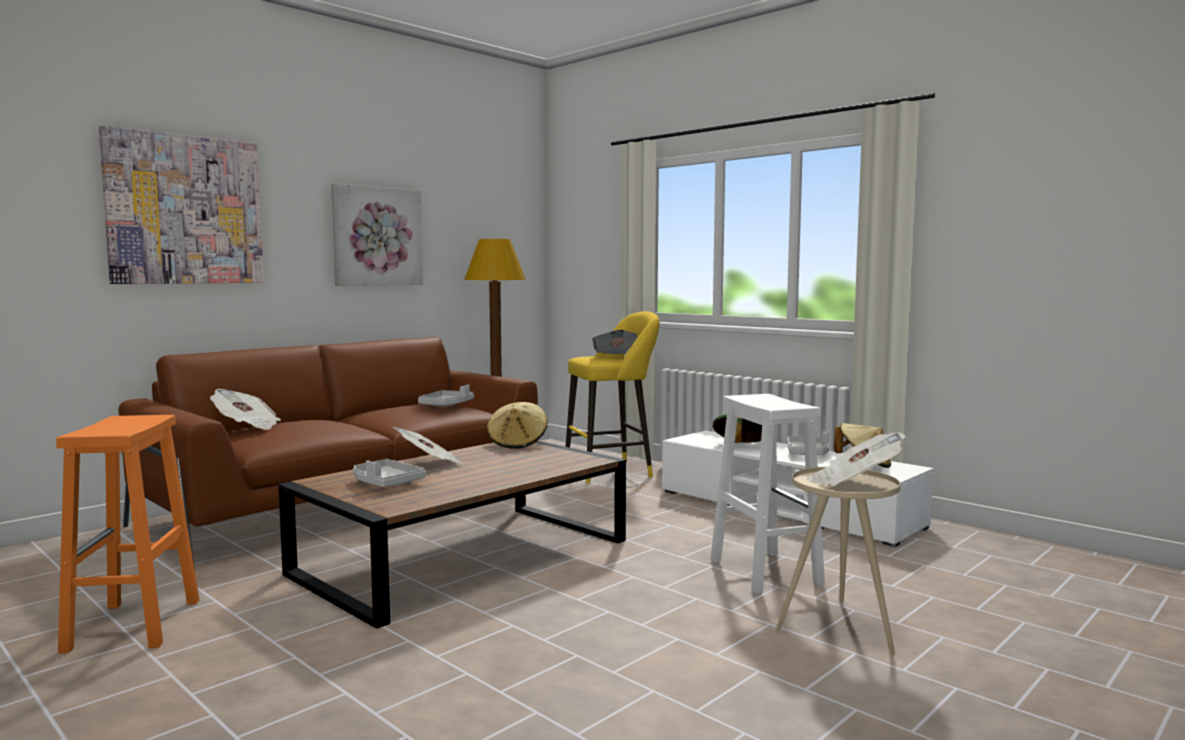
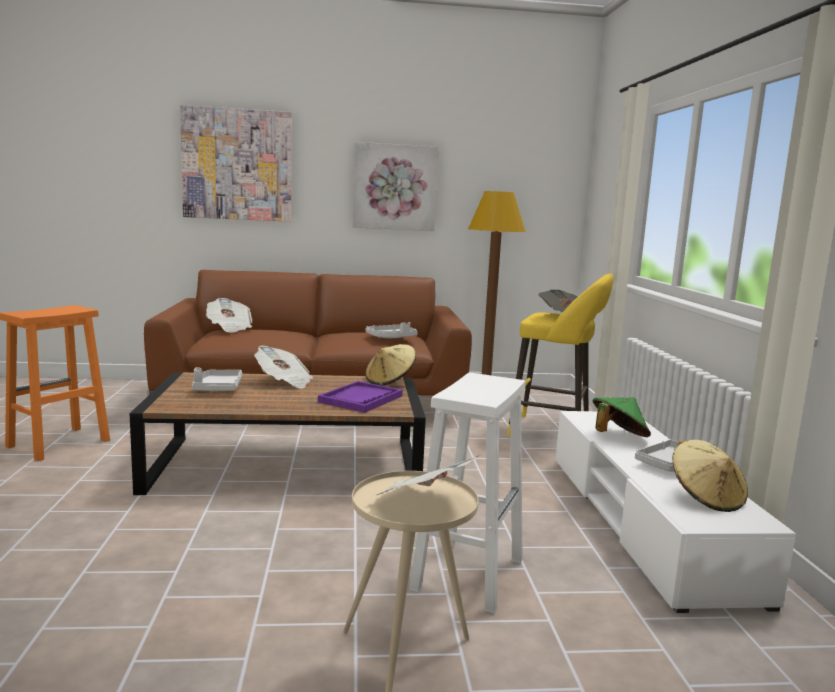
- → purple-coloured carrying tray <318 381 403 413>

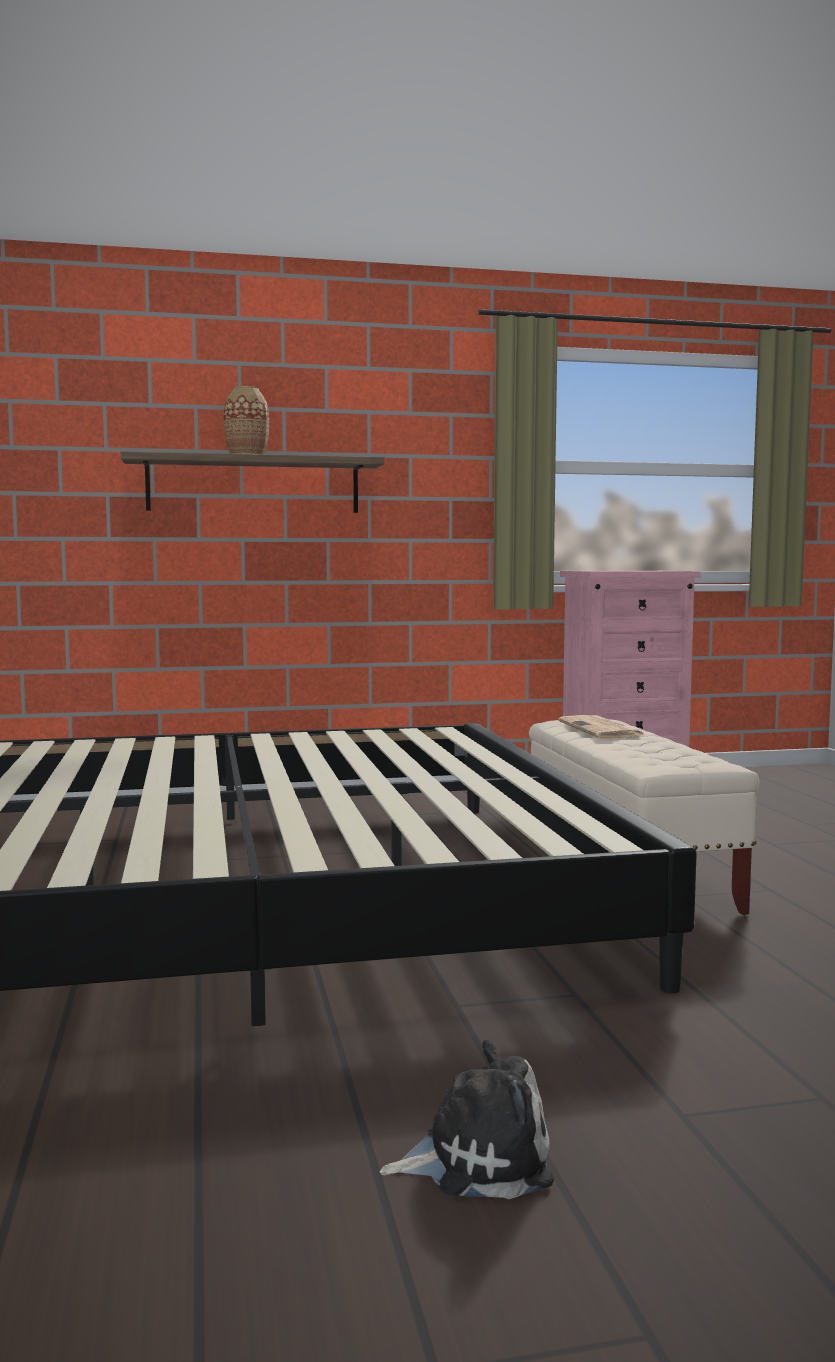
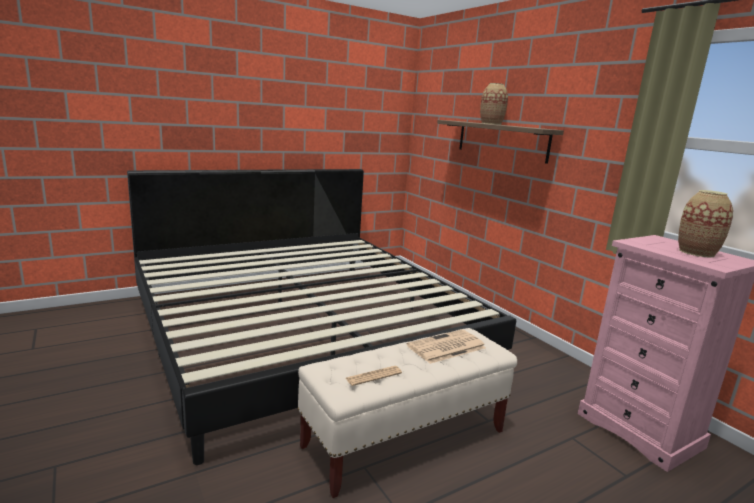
plush toy <379 1039 554 1199> → -
- → decorative vase <678 190 733 257>
- → daily paper <345 366 402 386>

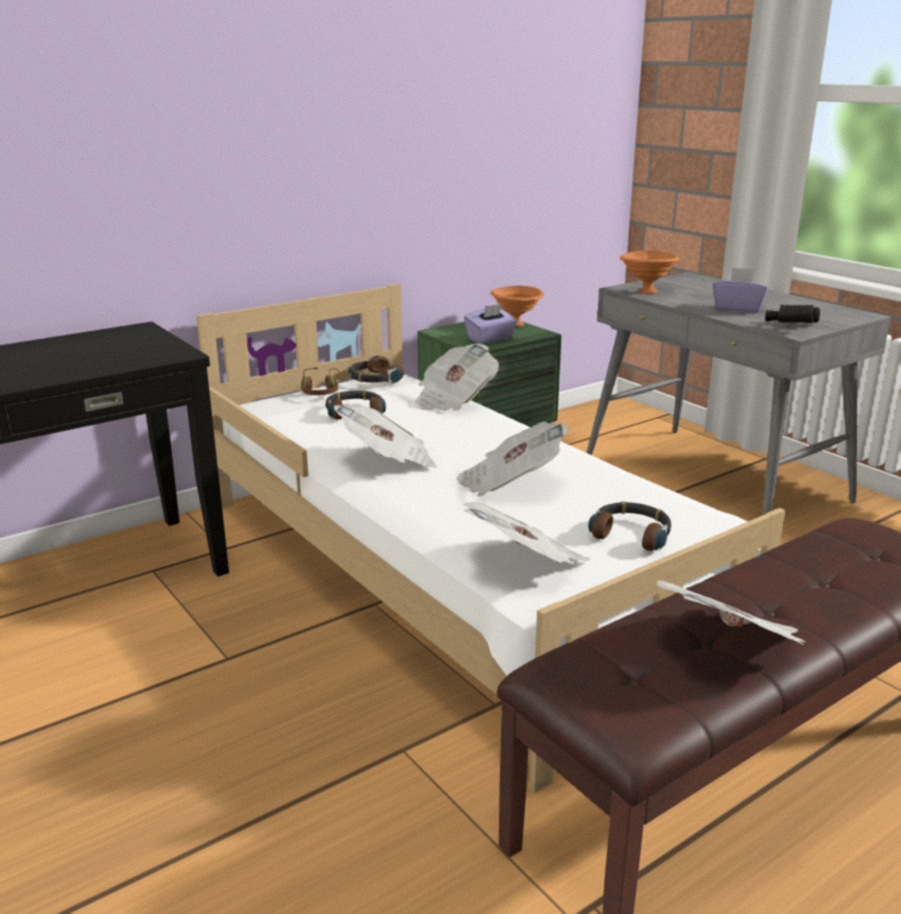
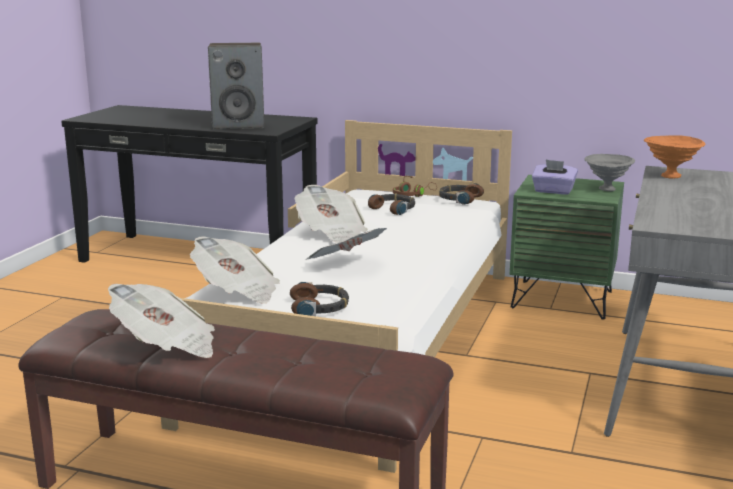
purple-coloured box of tissues <713 267 767 313> → -
orange-coloured bowl <490 286 544 327> → gray bowl <584 154 635 191>
black pair of binoculars <765 305 820 323> → -
daily paper <413 343 499 411> → -
- → speaker <208 43 264 129>

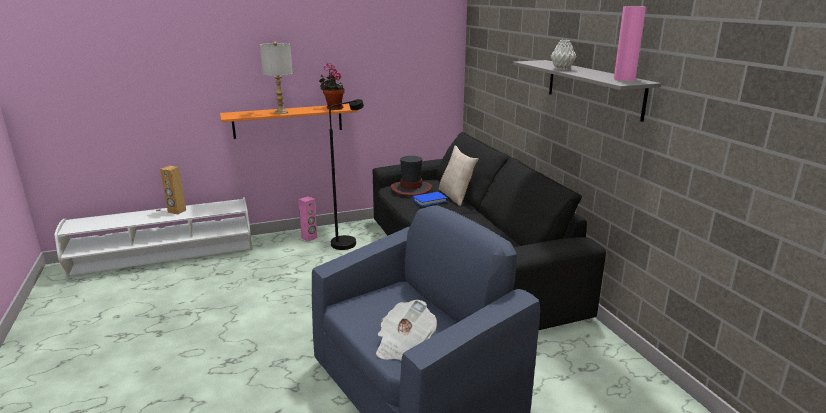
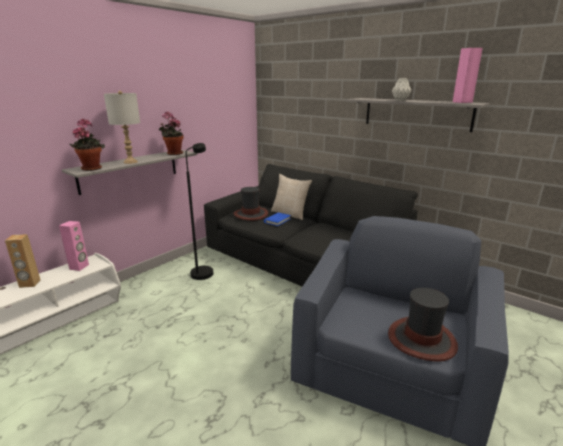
orange-coloured bracket shelf <220 104 358 139> → gray bracket shelf <62 150 197 195>
pink speaker <298 196 317 241> → pink speaker <59 221 89 271>, move
daily paper <376 300 437 360> → wearable hat <388 288 458 362>
- → plant in a pot <69 118 105 171>

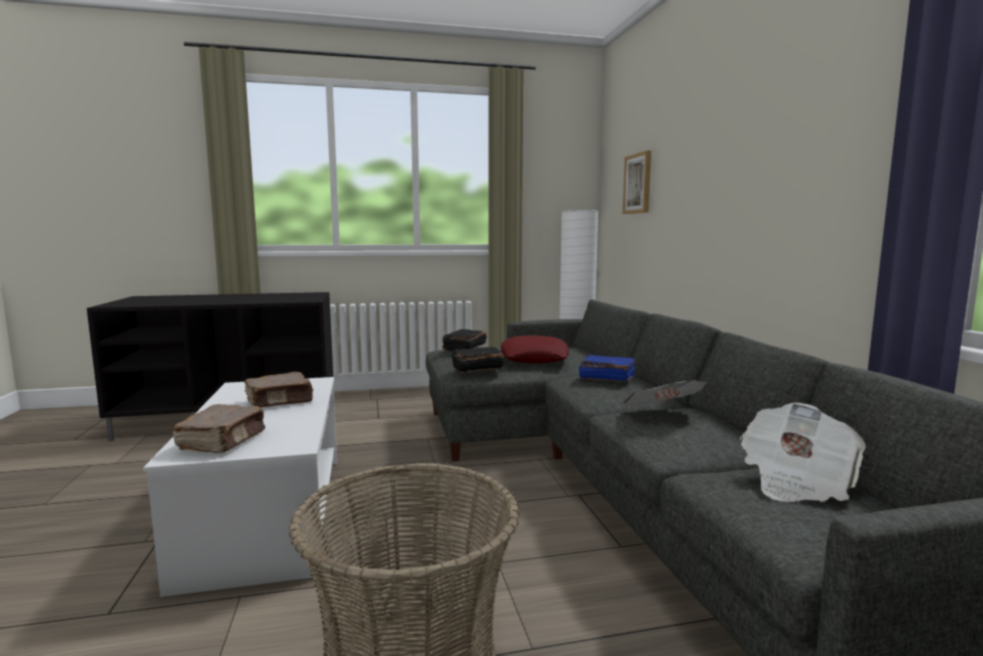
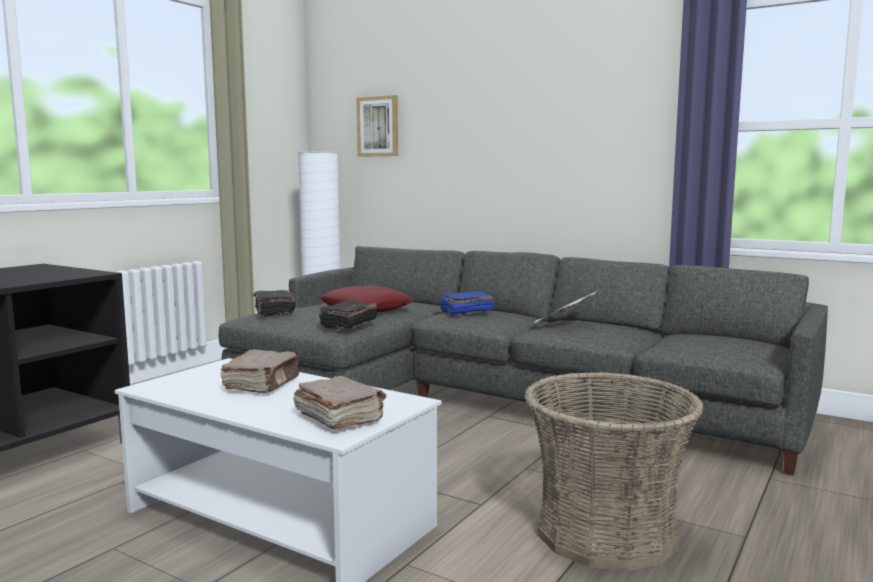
daily paper <740 403 866 502> → -

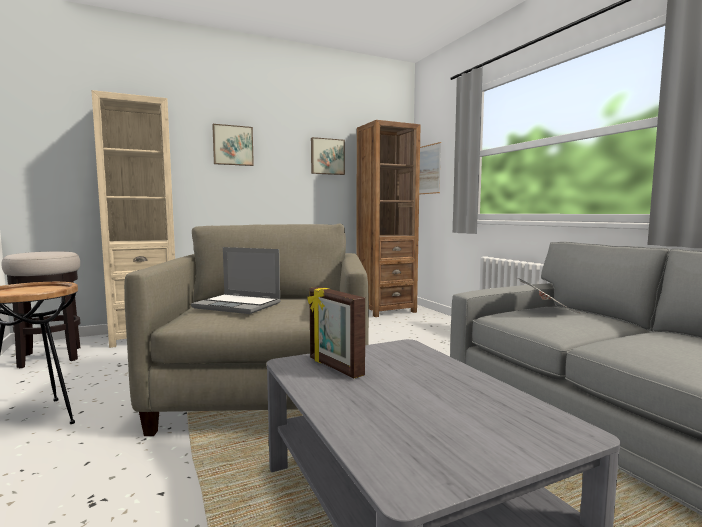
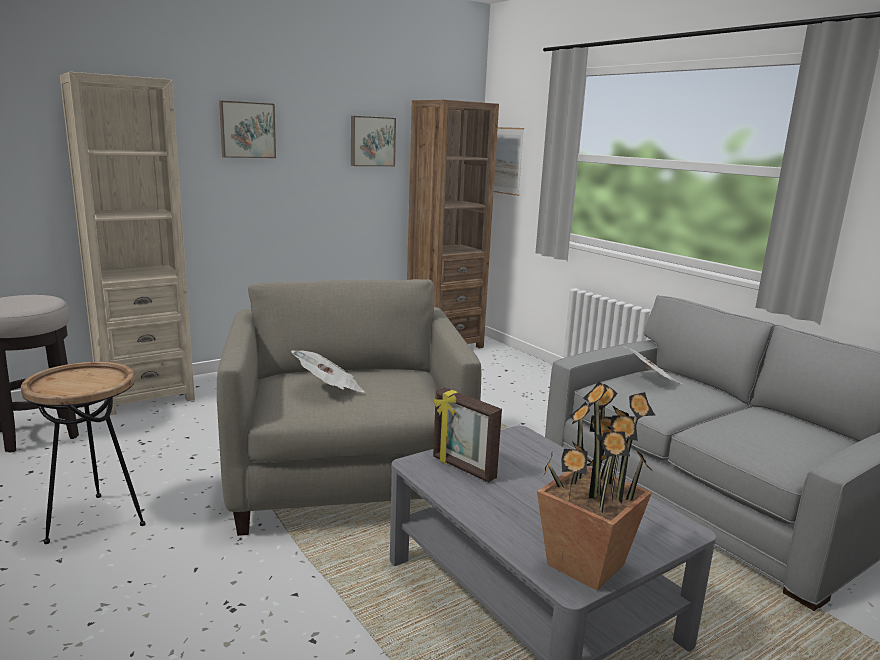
portable computer <191 247 281 314> → daily paper <291 350 365 393>
- → plant in a pot <537 381 655 590>

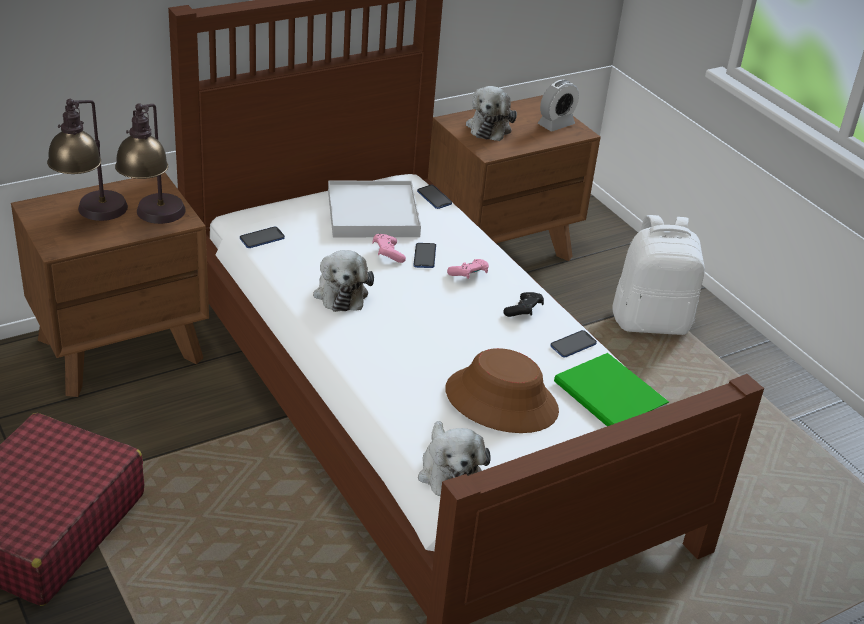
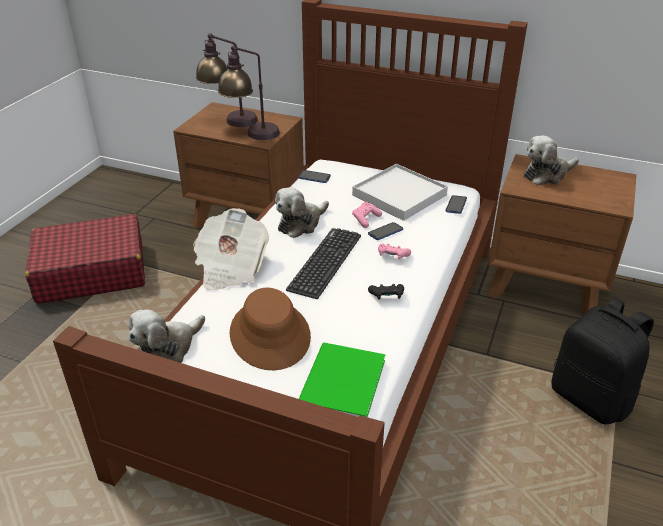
alarm clock <538 80 579 131> → -
whitish backpack <612 215 705 335> → black backpack <552 297 654 424>
handset <550 330 597 358> → -
- → daily paper <193 208 269 290>
- → keyboard <286 228 361 299>

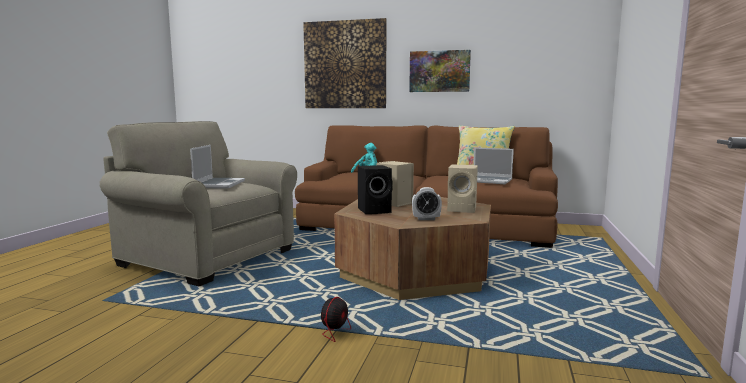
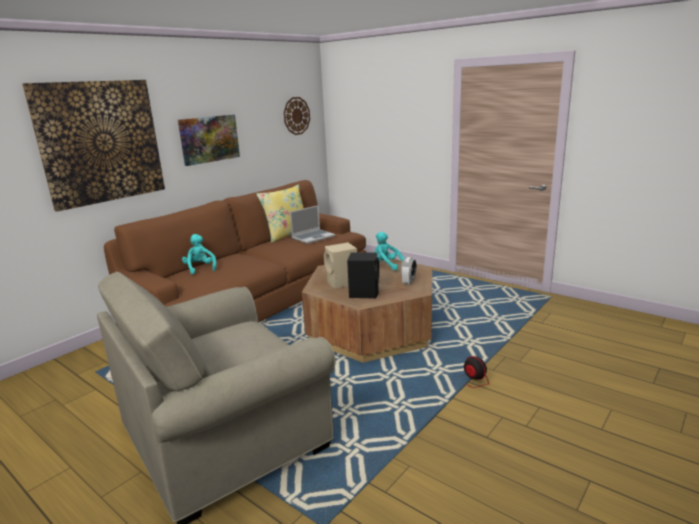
portable computer <190 145 245 189> → -
beige speaker <447 164 478 213> → blue-green plush toy <375 232 404 270>
- → wall clock <284 97 310 135>

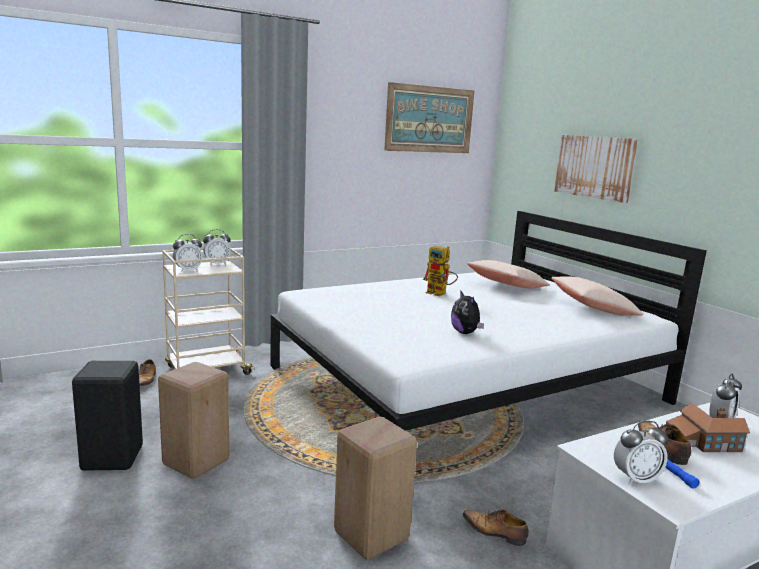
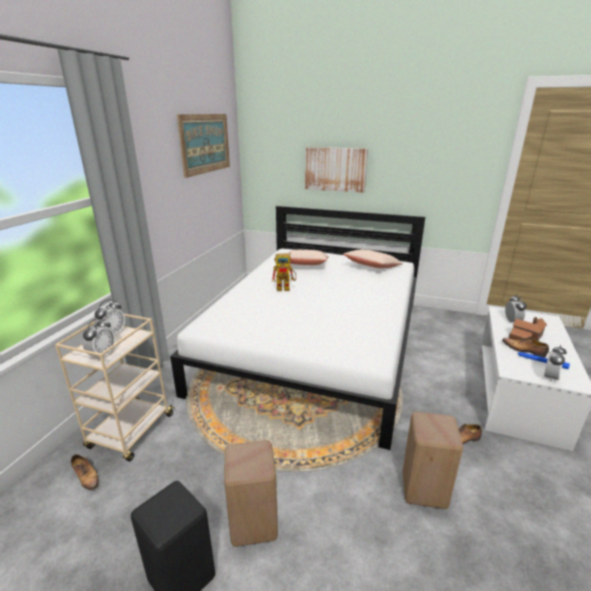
plush toy <451 290 484 334> → -

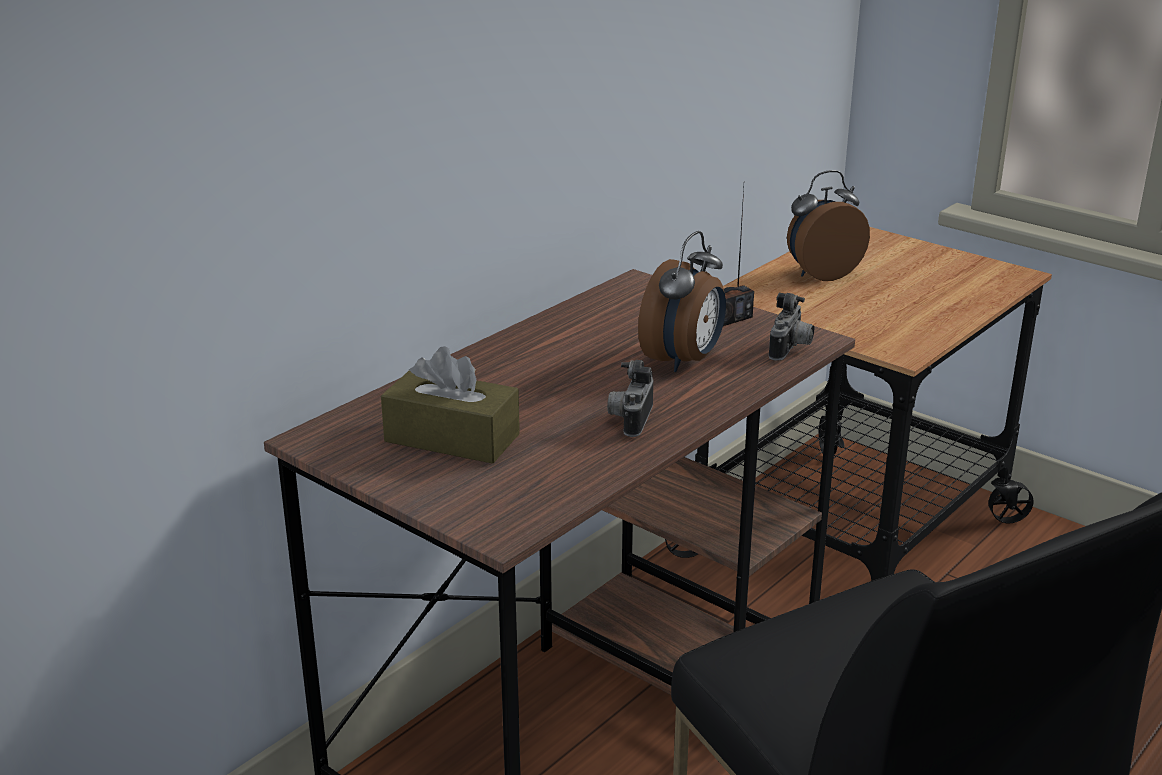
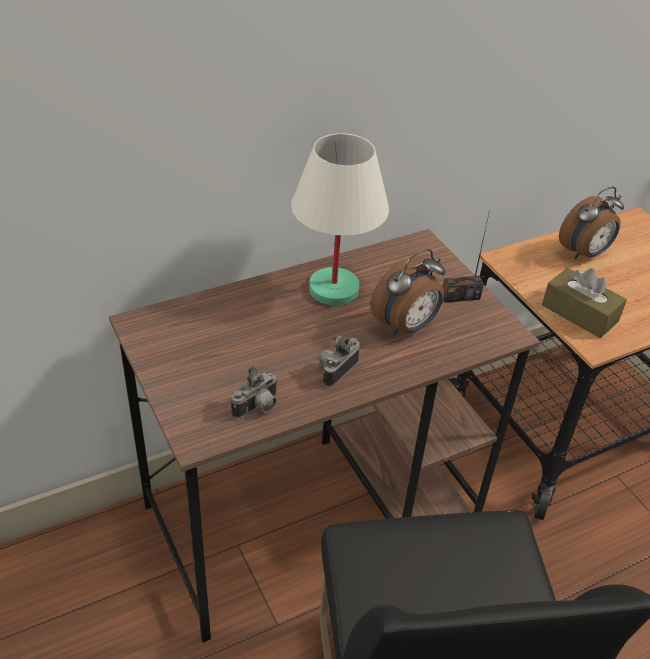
alarm clock <787 170 870 281> → alarm clock <559 187 624 259>, 150 degrees clockwise
photo camera <769 293 814 361> → photo camera <231 366 278 419>, move
brown-coloured box of tissues <381 346 520 464> → brown-coloured box of tissues <542 268 627 338>, move
- → whitish table lamp <291 133 389 305>

